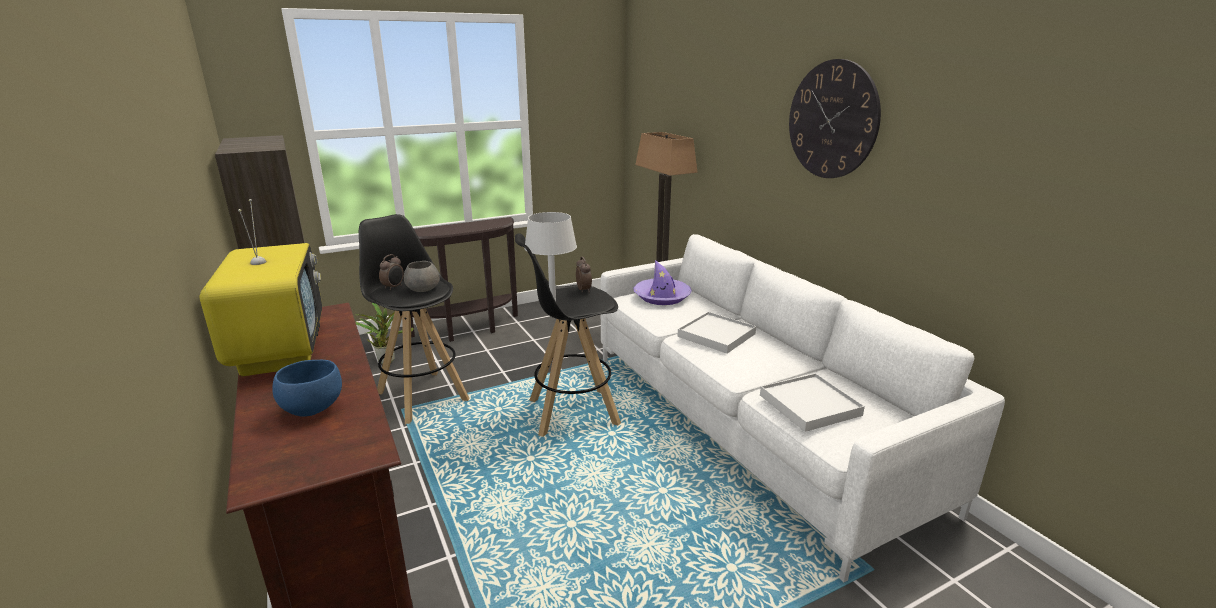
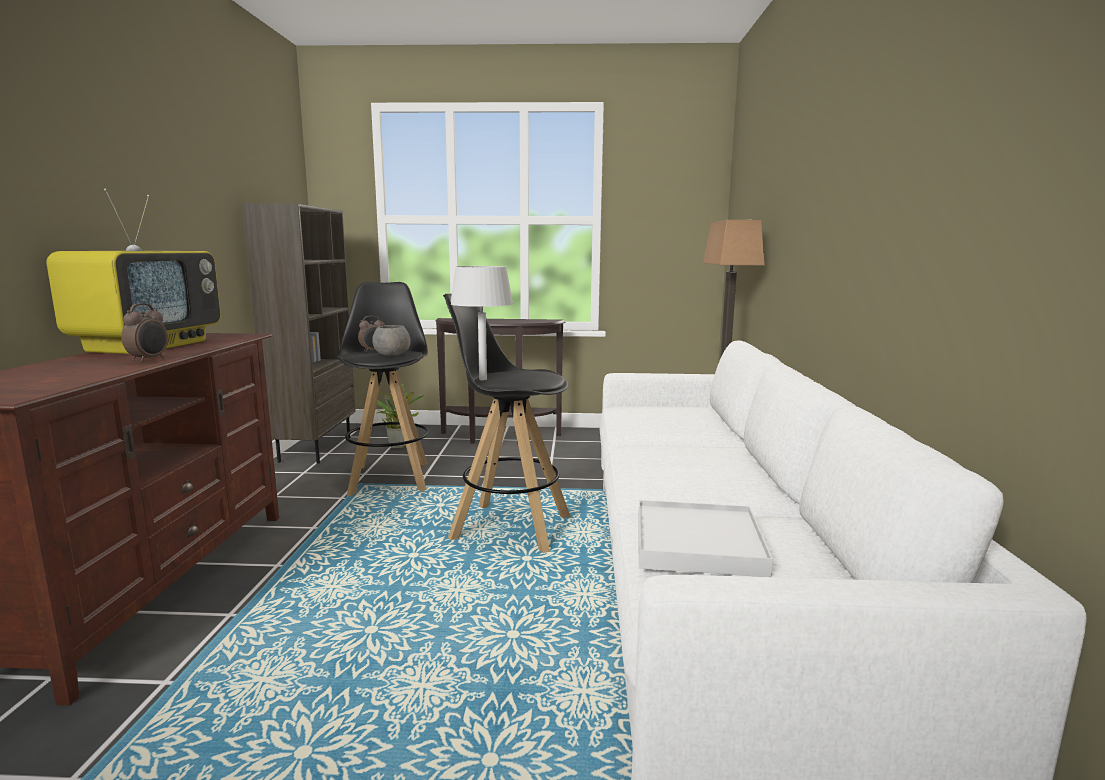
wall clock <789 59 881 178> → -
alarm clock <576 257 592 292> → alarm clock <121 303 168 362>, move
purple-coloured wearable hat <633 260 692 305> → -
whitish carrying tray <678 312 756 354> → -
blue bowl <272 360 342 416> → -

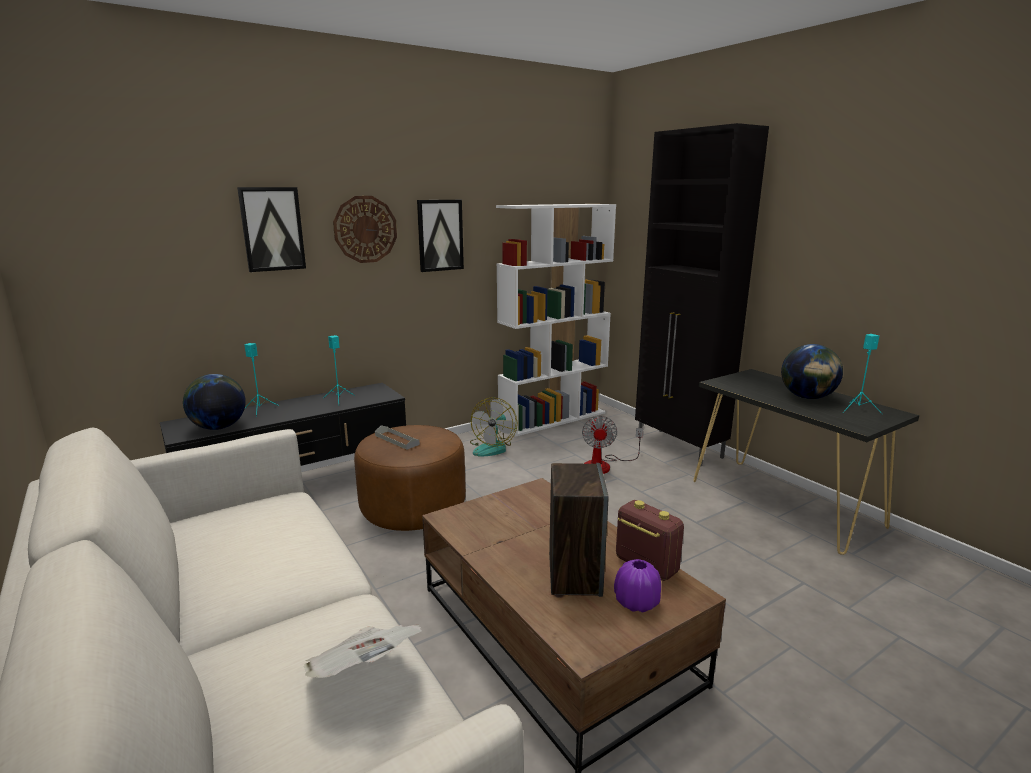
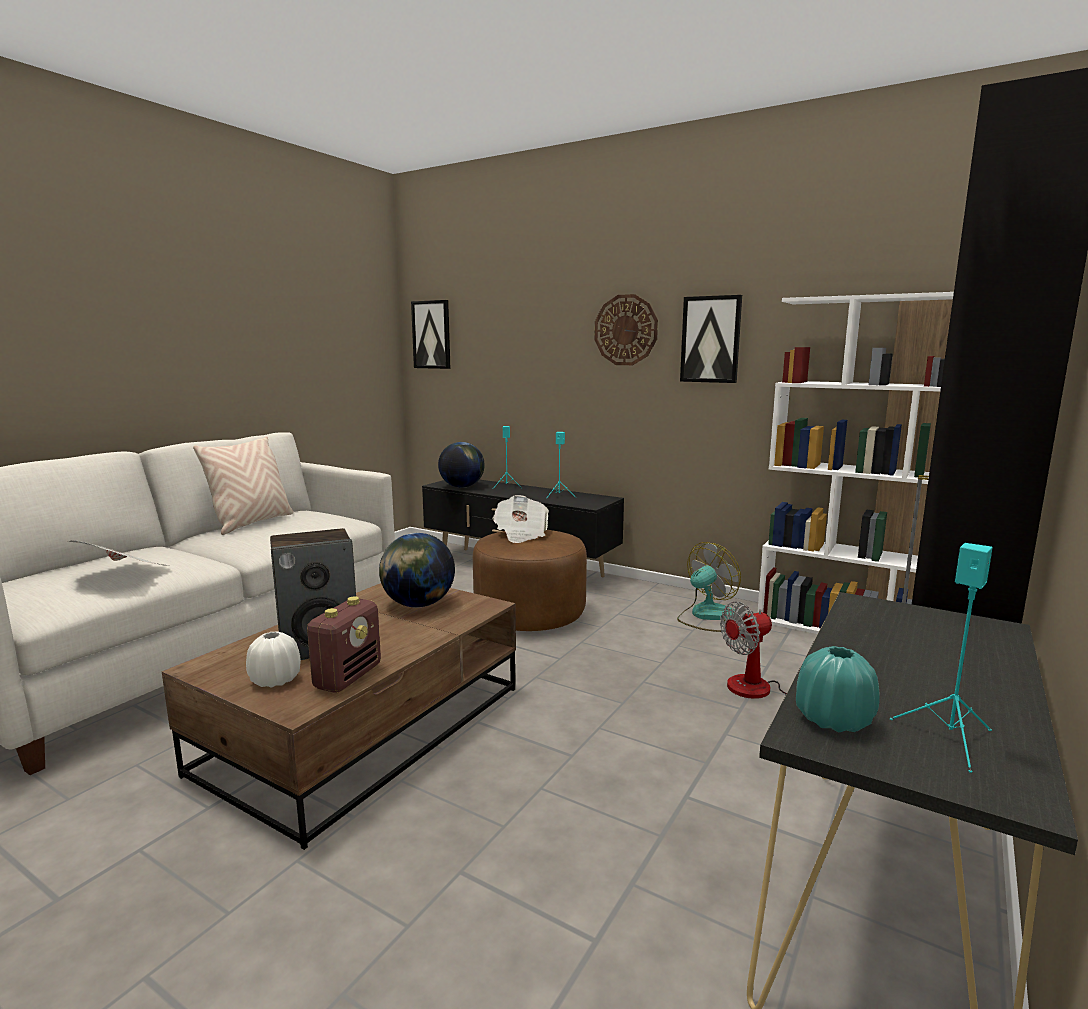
picture <237 187 306 272> → picture <411 300 451 369>, move
desk globe <781 344 843 399> → desk globe <379 533 455 608>, move
fan <470 397 517 457> → fan <677 542 741 632>, 150 degrees clockwise
gray carrying tray <375 426 420 450> → daily paper <493 495 549 543>
purple-coloured decorative vase <614 559 661 612> → whitish decorative vase <246 631 301 688>
- → beige throw pillow <193 436 294 535>
- → blue-green decorative vase <796 646 880 732>

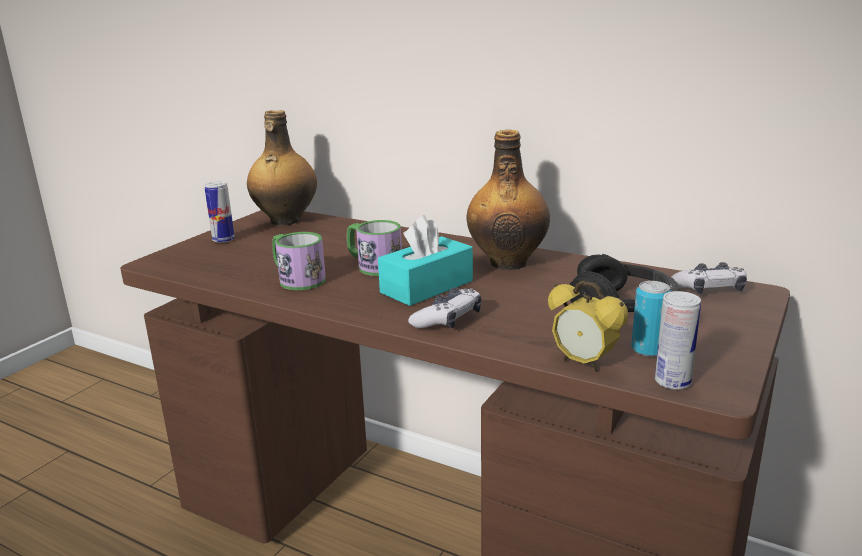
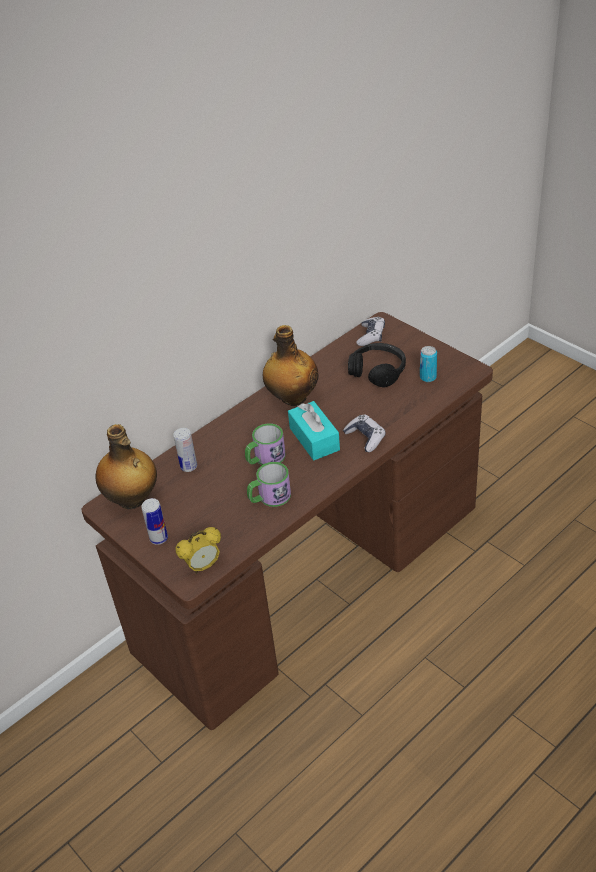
alarm clock <548 280 628 372> → alarm clock <176 527 221 574>, move
sealed can <655 291 701 390> → sealed can <173 428 197 472>, move

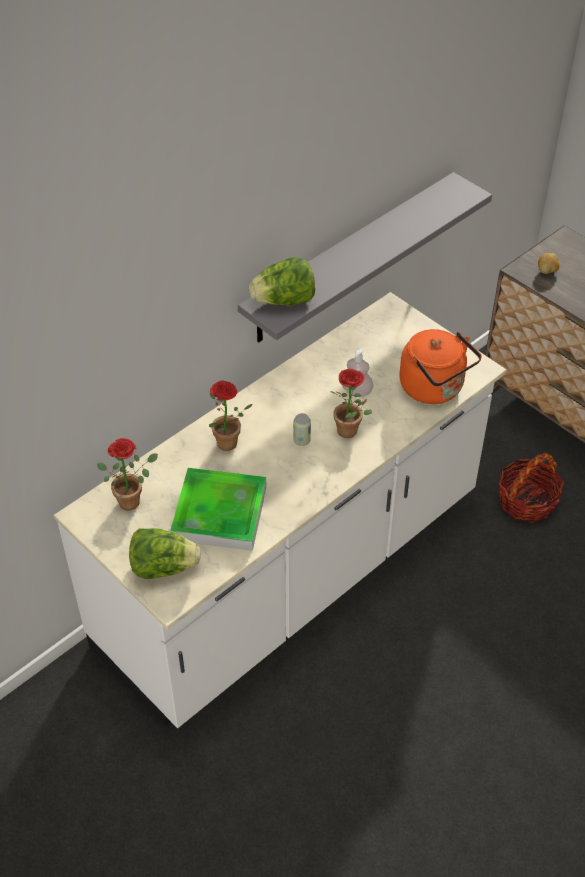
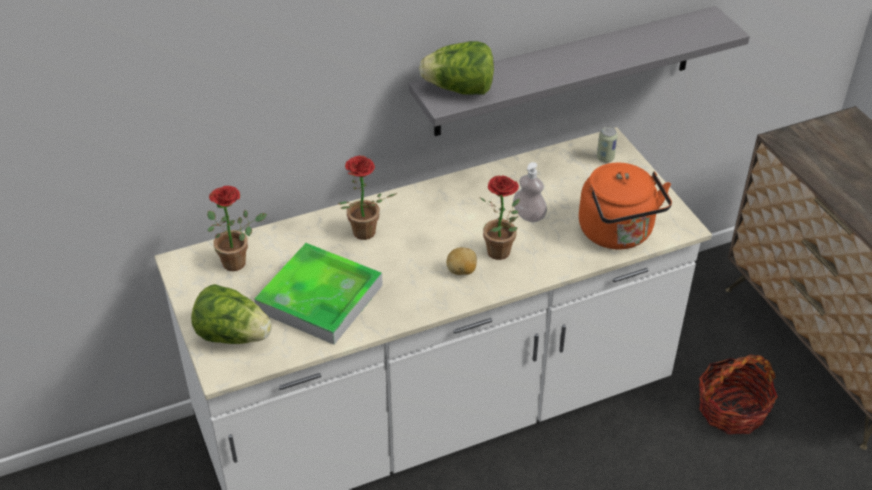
spud <538 253 559 274> → spud <447 247 477 275>, move
sealed can <293 413 311 446> → sealed can <597 127 618 163>, move

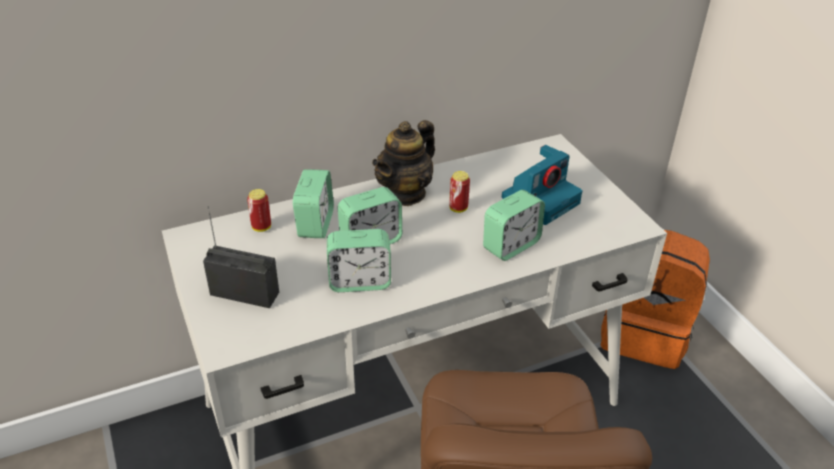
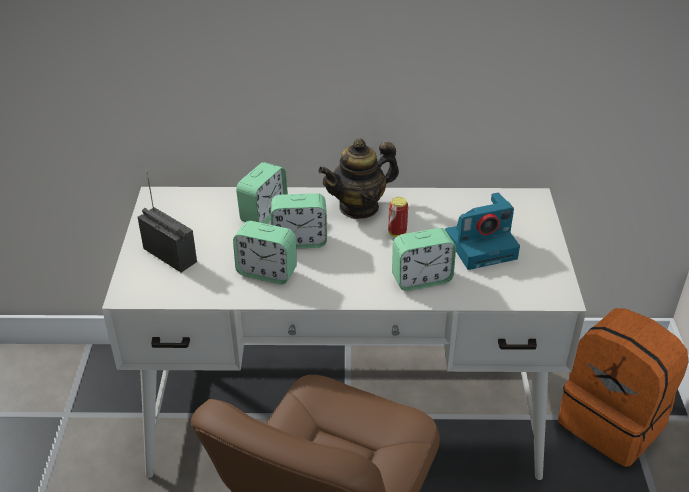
sealed can <247 189 271 232> → -

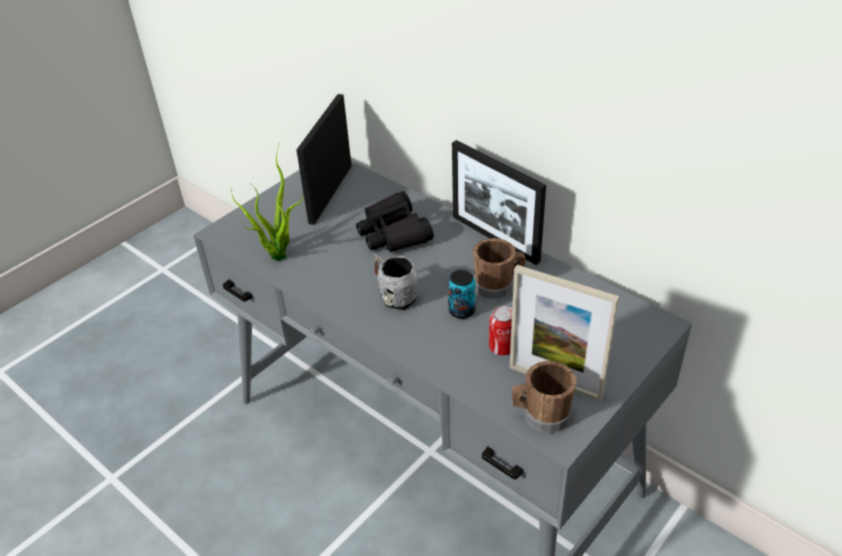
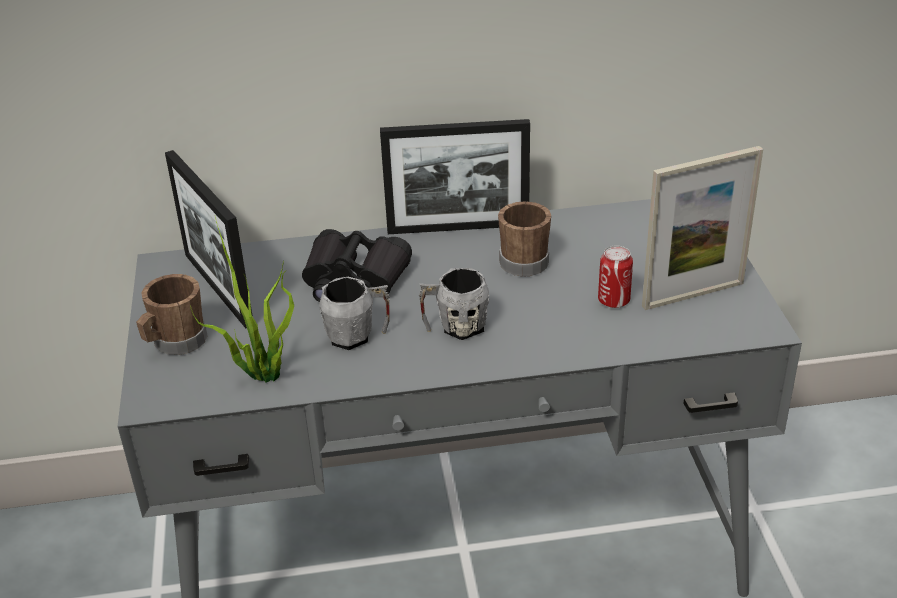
sealed can <448 270 476 319> → -
brown-coloured tea mug <512 361 577 433> → brown-coloured tea mug <136 274 208 355>, move
- → gray tea mug <319 277 390 350>

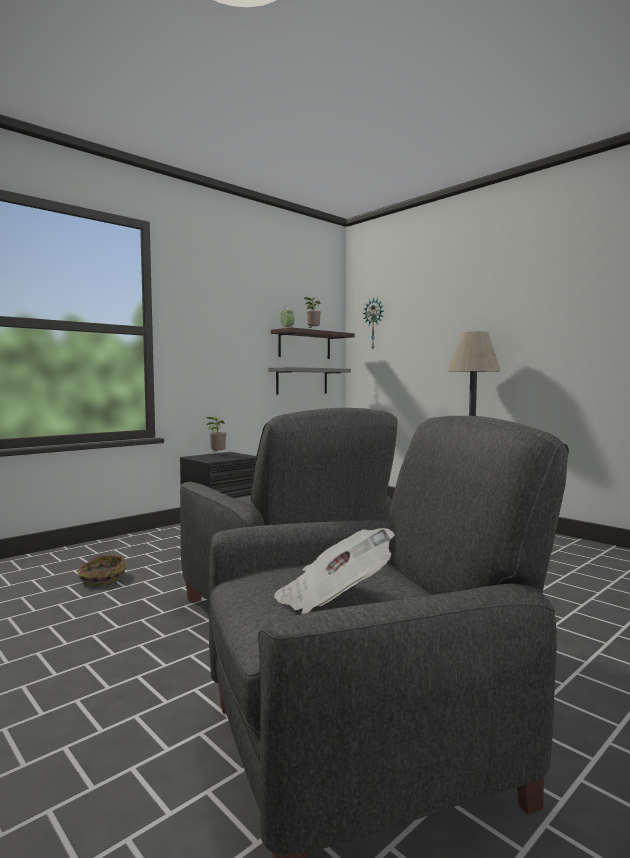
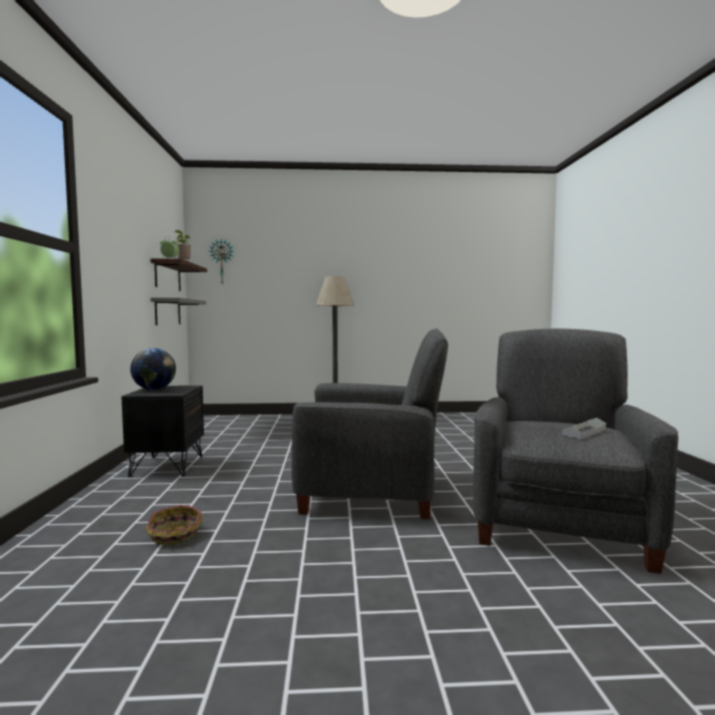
plant in a pot <206 416 226 452> → desk globe <130 348 176 390>
daily paper <274 528 395 614> → gray carrying tray <562 418 606 439>

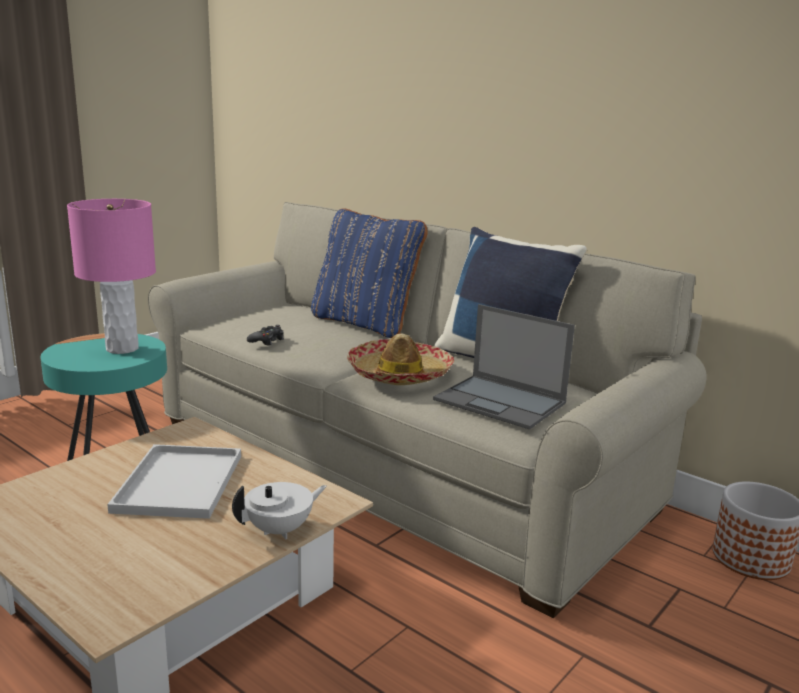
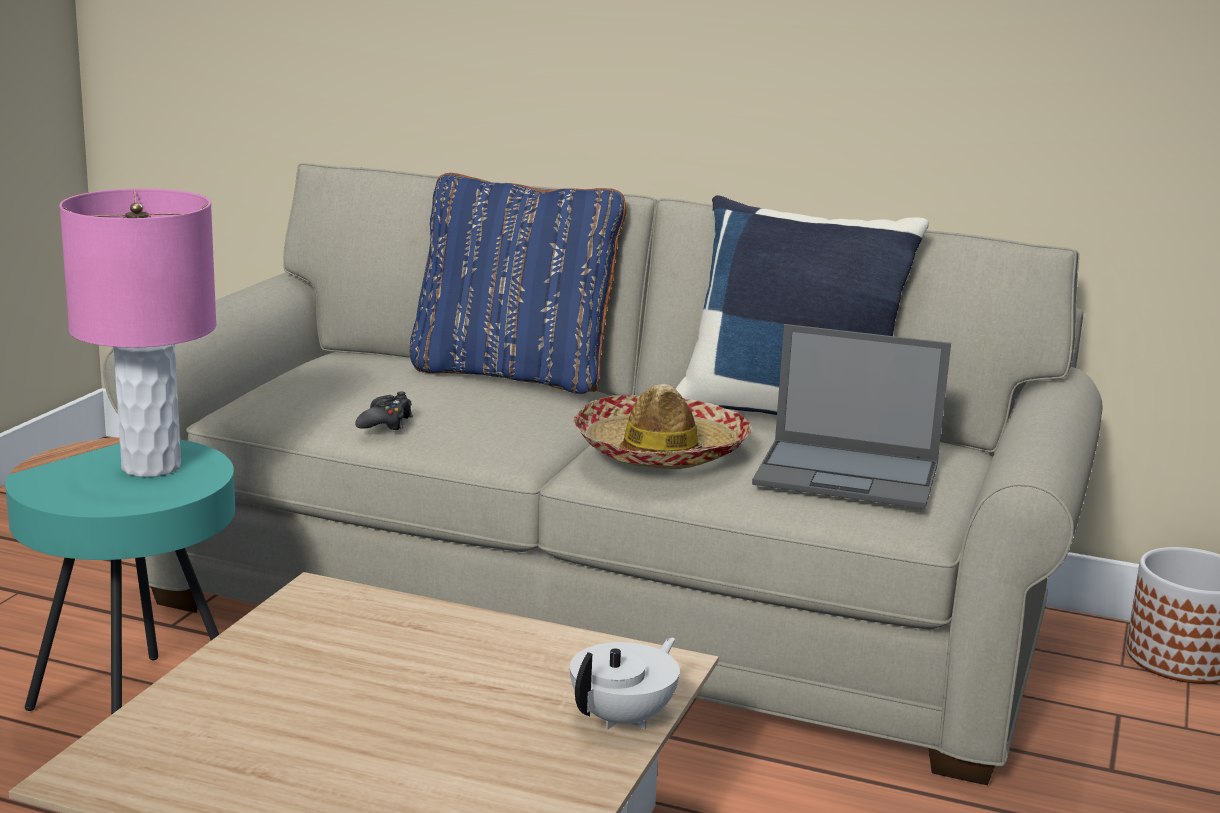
whitish carrying tray <107 444 241 519> → -

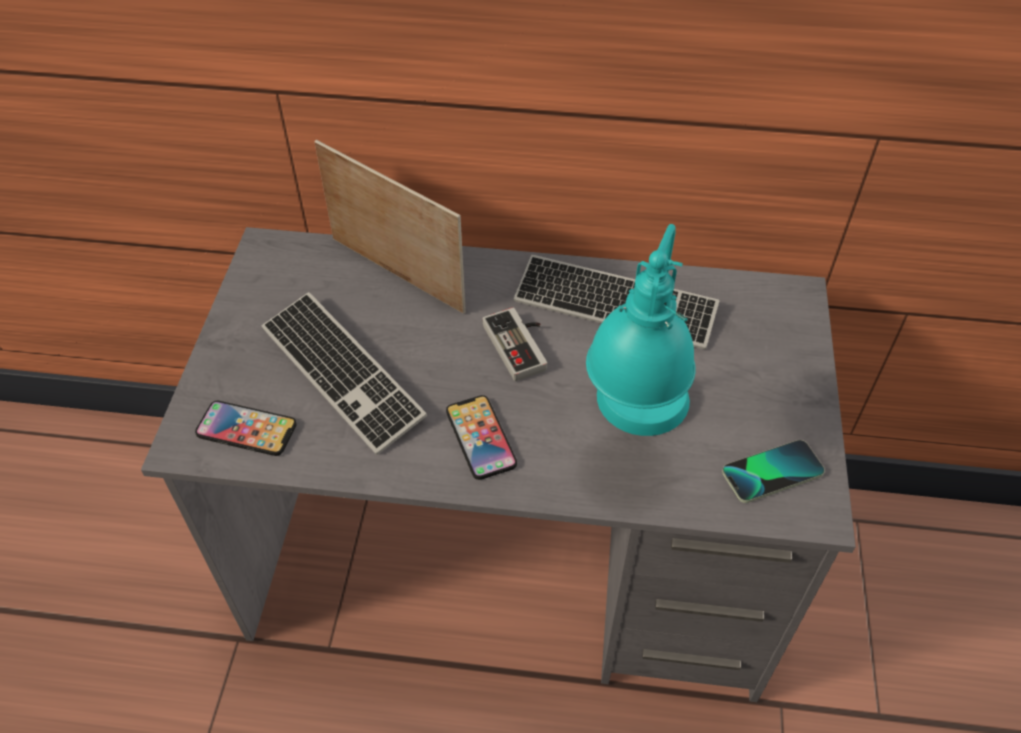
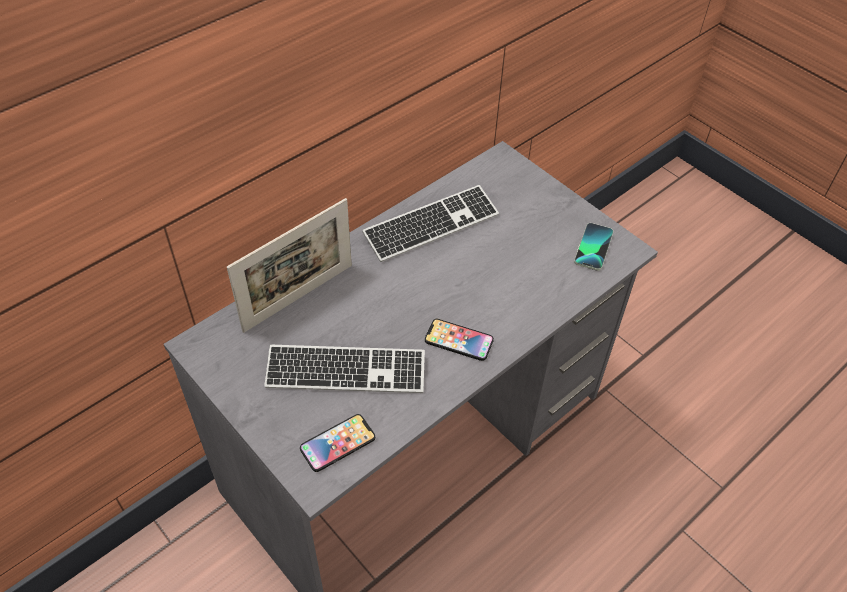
picture frame <314 140 466 314> → picture frame <227 198 352 333>, 150 degrees clockwise
blue-green table lamp <586 224 695 436> → -
game controller <482 307 547 381> → -

